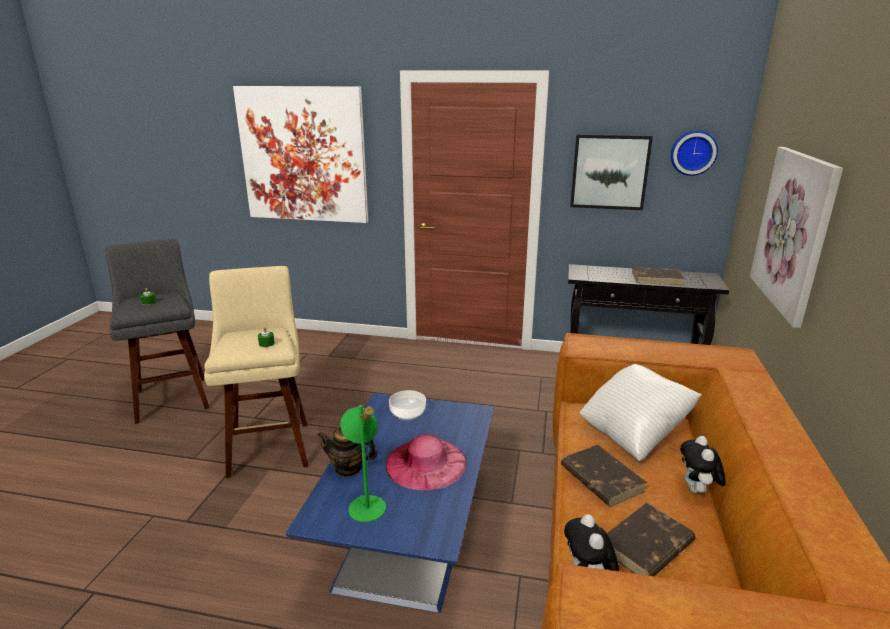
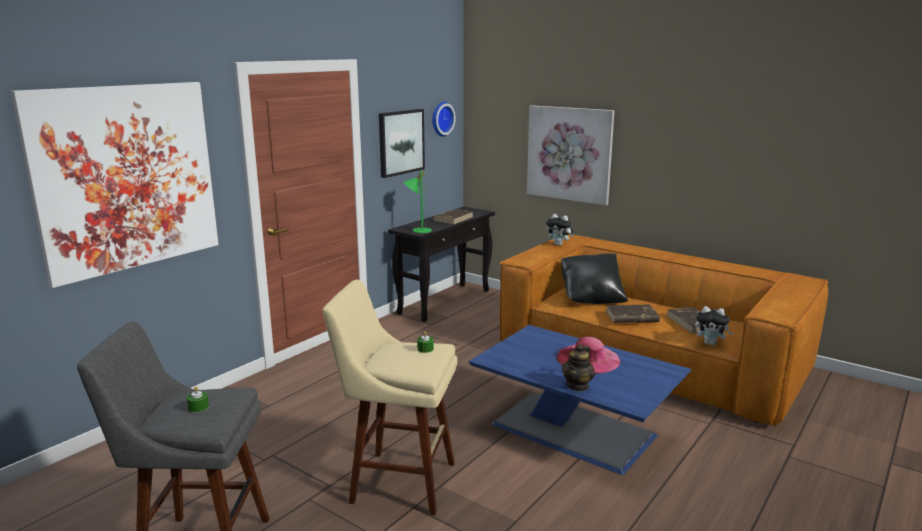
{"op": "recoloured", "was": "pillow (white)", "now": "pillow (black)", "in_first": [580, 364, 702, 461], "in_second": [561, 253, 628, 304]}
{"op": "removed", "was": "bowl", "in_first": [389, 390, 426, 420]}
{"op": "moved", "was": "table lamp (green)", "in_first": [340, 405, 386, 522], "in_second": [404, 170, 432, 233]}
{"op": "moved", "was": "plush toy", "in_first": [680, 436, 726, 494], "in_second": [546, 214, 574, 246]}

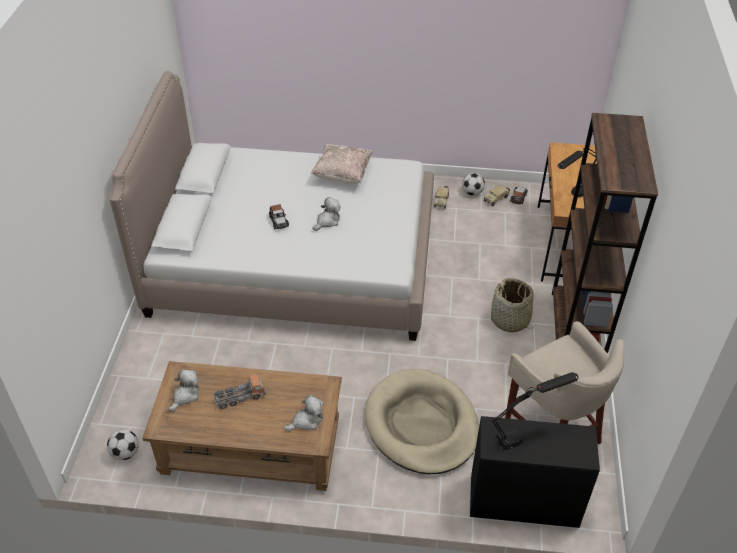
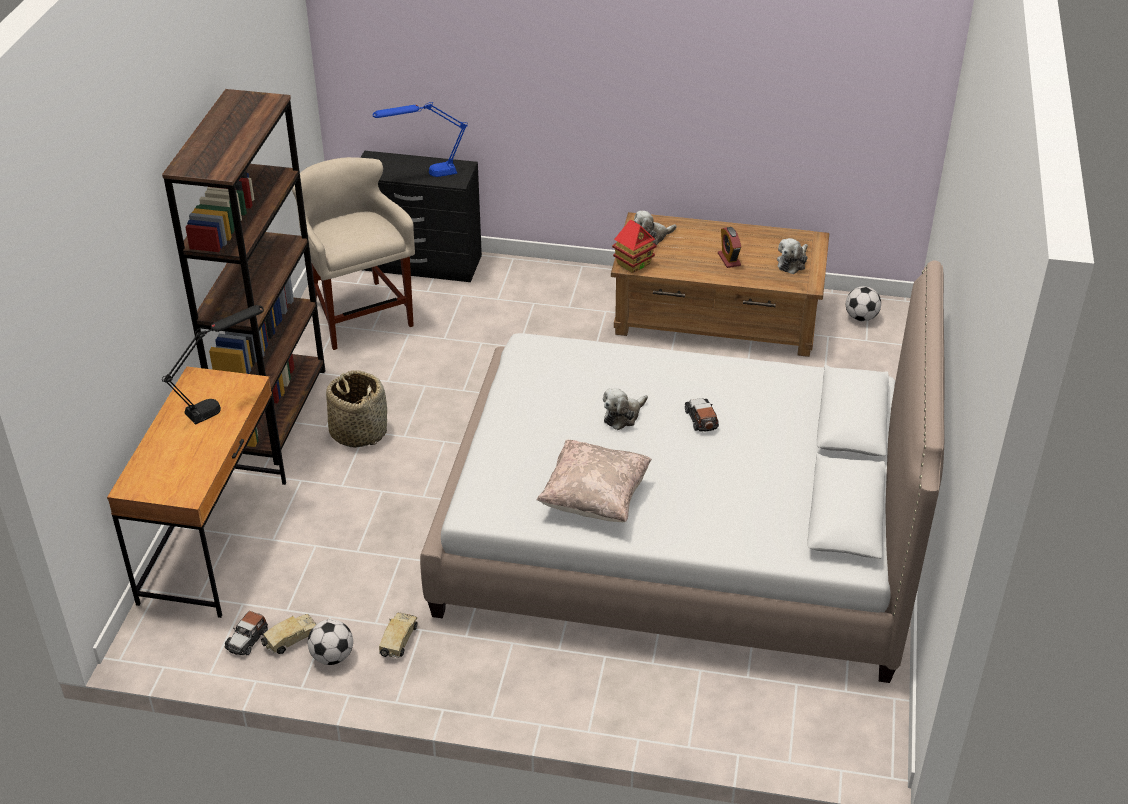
{"op": "removed", "was": "dog bed (beige)", "in_first": [365, 369, 479, 474]}
{"op": "recoloured", "was": "table lamp (black)", "now": "table lamp (blue)", "in_first": [491, 372, 579, 451], "in_second": [373, 102, 468, 177]}
{"op": "replaced", "was": "toy truck", "now": "alarm clock", "in_first": [213, 373, 266, 409], "in_second": [718, 227, 741, 268]}
{"op": "added", "now": "toy house", "in_second": [612, 219, 657, 273]}

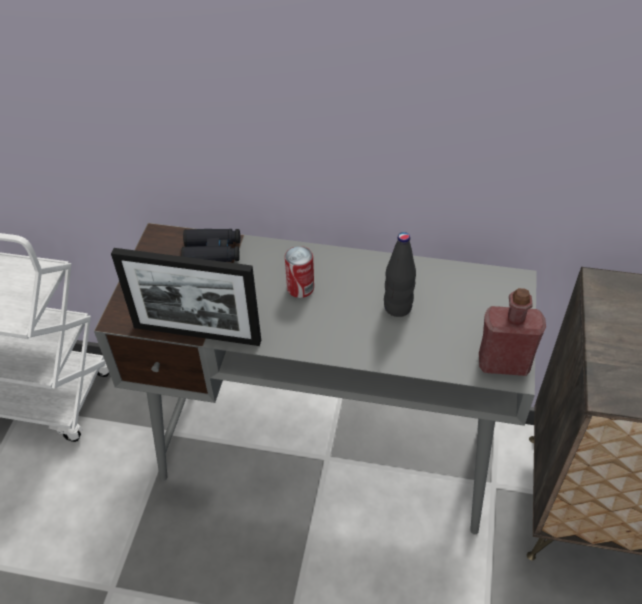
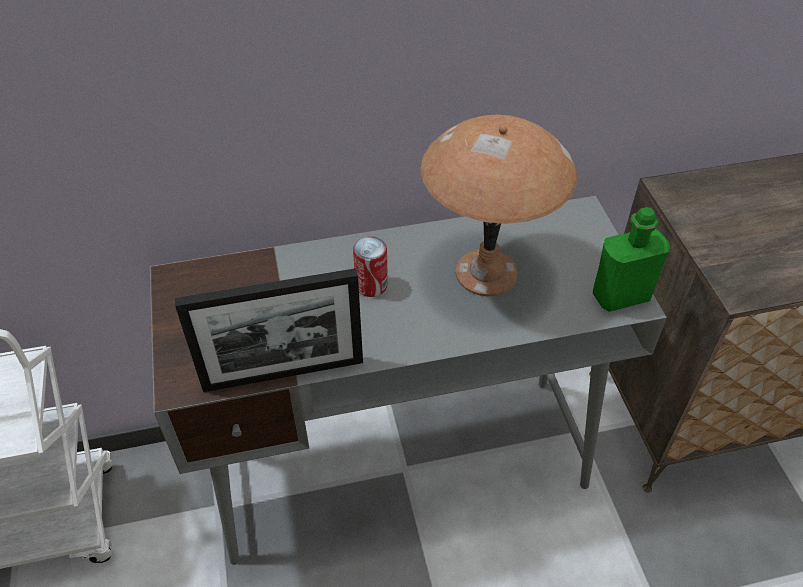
{"op": "removed", "was": "binoculars (black)", "in_first": [181, 229, 240, 262]}
{"op": "replaced", "was": "bottle (black)", "now": "table lamp (brown)", "in_first": [384, 232, 416, 317], "in_second": [420, 114, 577, 297]}
{"op": "recoloured", "was": "bottle (red)", "now": "bottle (green)", "in_first": [479, 288, 546, 376], "in_second": [593, 207, 670, 312]}

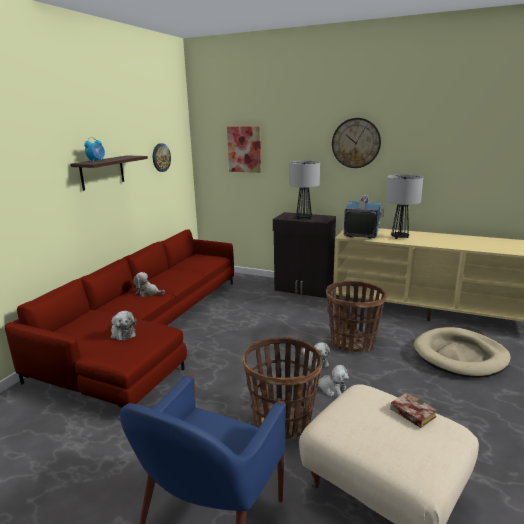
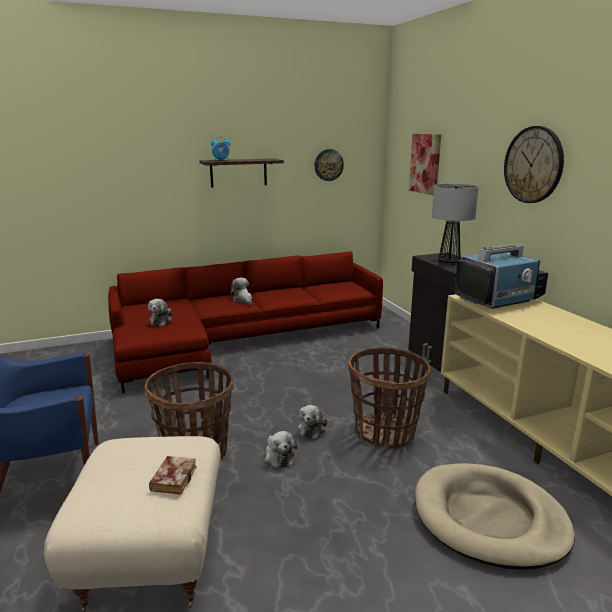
{"op": "removed", "was": "table lamp", "in_first": [386, 174, 423, 239]}

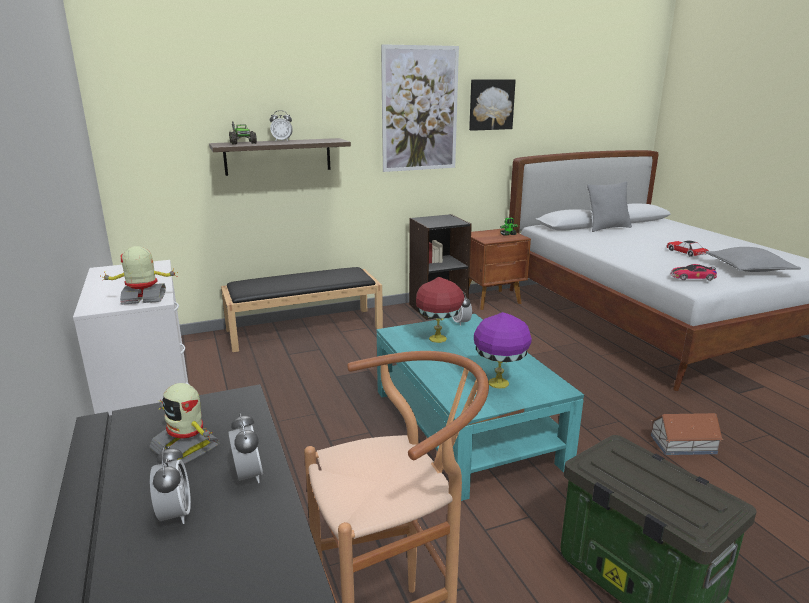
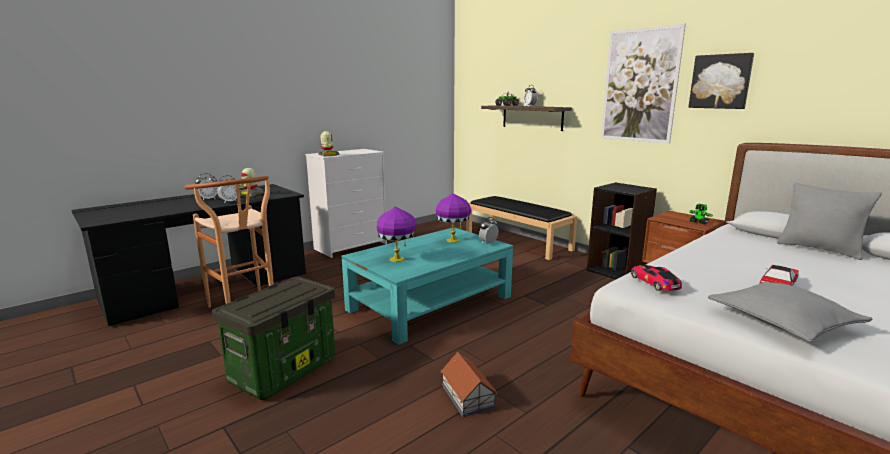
{"op": "recoloured", "was": "table lamp (red)", "now": "table lamp (purple)", "in_first": [416, 277, 464, 343], "in_second": [436, 193, 471, 243]}

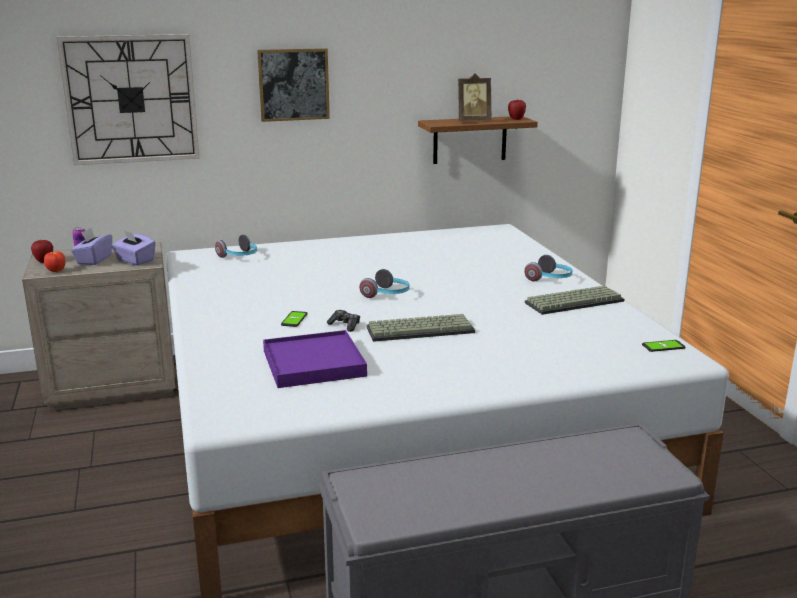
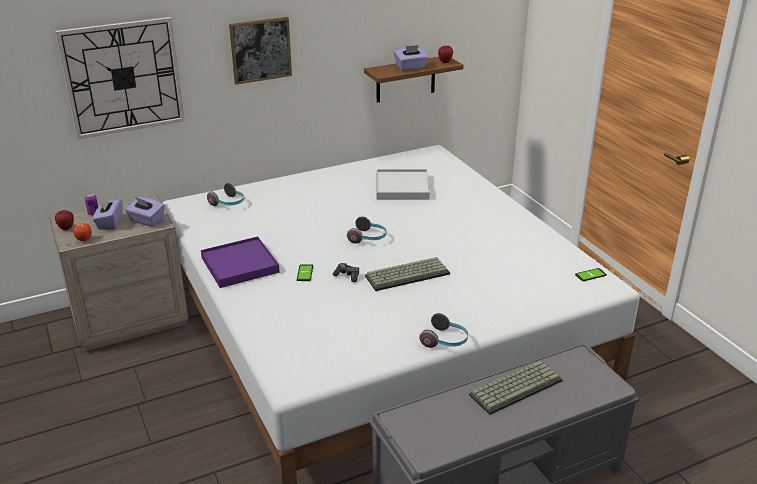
{"op": "replaced", "was": "picture frame", "now": "tissue box (purple)", "in_first": [458, 73, 491, 121], "in_second": [394, 45, 428, 71]}
{"op": "moved", "was": "headphones", "in_first": [524, 255, 573, 282], "in_second": [419, 313, 468, 348]}
{"op": "moved", "was": "keyboard", "in_first": [525, 286, 624, 315], "in_second": [469, 361, 562, 415]}
{"op": "moved", "was": "tray (purple)", "in_first": [263, 330, 367, 388], "in_second": [201, 236, 280, 288]}
{"op": "added", "now": "tray (white)", "in_second": [376, 169, 430, 200]}

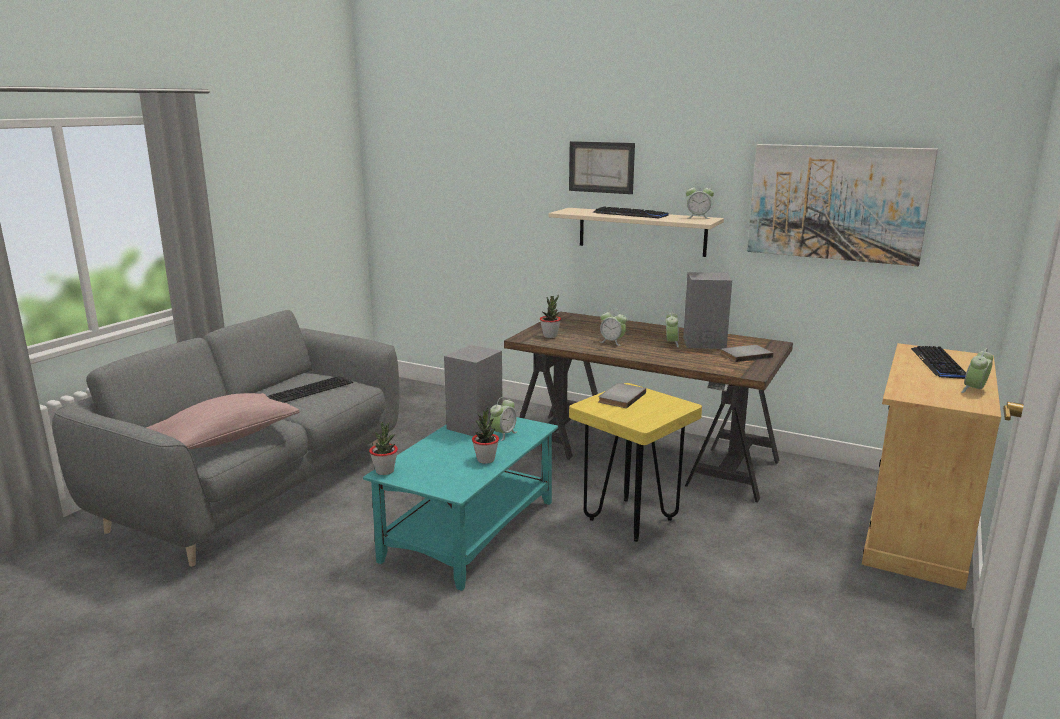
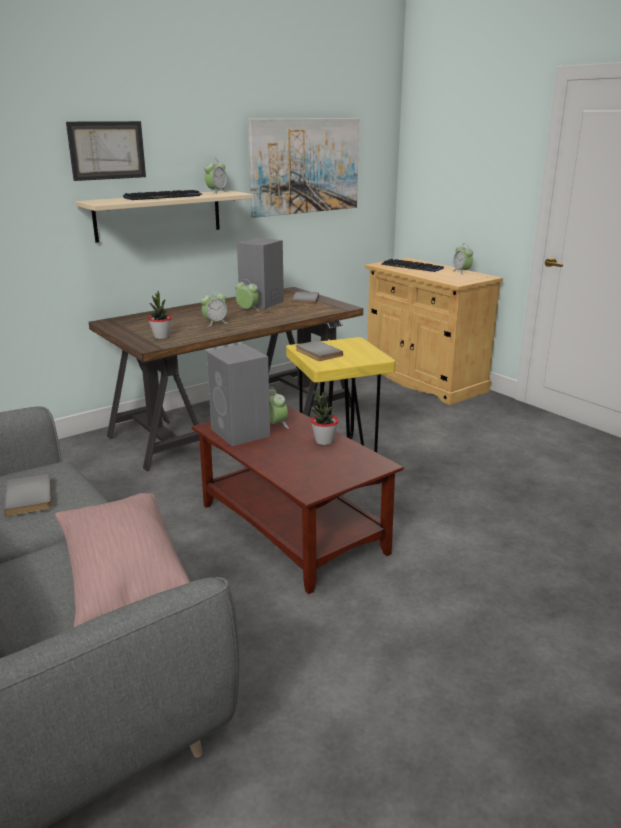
{"op": "replaced", "was": "keyboard", "now": "book (grey)", "in_first": [267, 376, 353, 403], "in_second": [4, 473, 52, 517]}
{"op": "recoloured", "was": "coffee table (turquoise)", "now": "coffee table (brown)", "in_first": [363, 417, 558, 591], "in_second": [192, 405, 404, 594]}
{"op": "removed", "was": "potted plant", "in_first": [369, 422, 398, 475]}

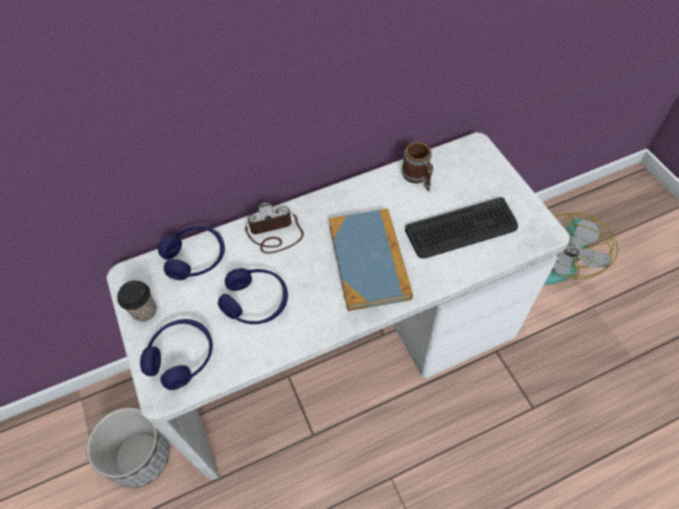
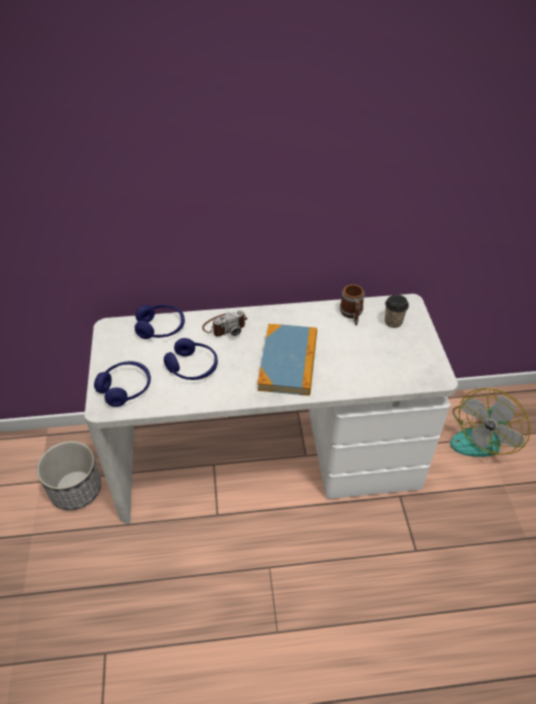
{"op": "removed", "was": "keyboard", "in_first": [405, 197, 518, 259]}
{"op": "turned", "was": "photo camera", "in_first": [245, 202, 304, 254], "in_second": [202, 310, 247, 337], "clockwise": 150}
{"op": "moved", "was": "cup", "in_first": [117, 280, 156, 322], "in_second": [385, 295, 409, 328]}

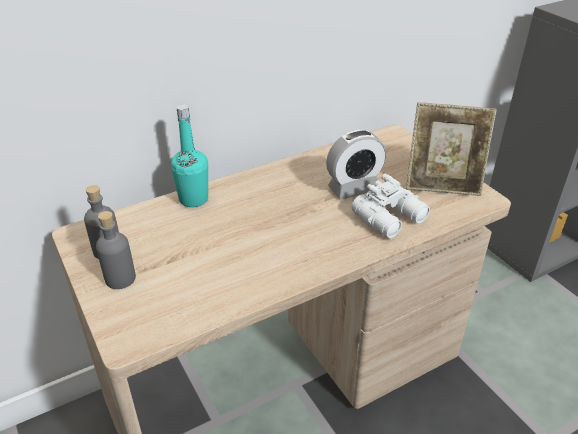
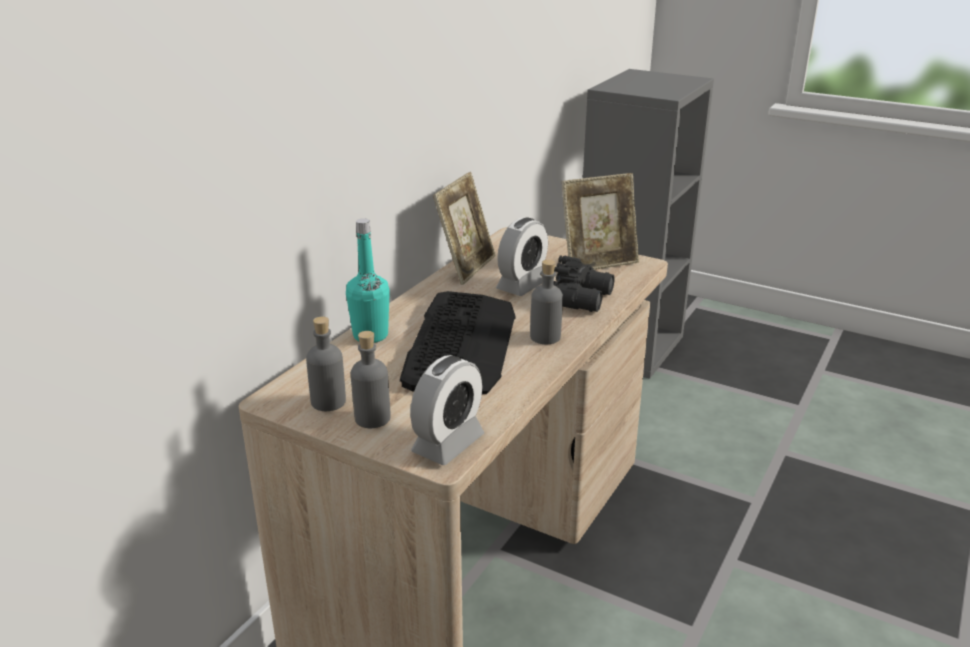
{"op": "recoloured", "was": "binoculars (white)", "now": "binoculars (black)", "in_first": [351, 173, 430, 238], "in_second": [554, 255, 615, 312]}
{"op": "added", "now": "picture frame", "in_second": [433, 172, 496, 285]}
{"op": "added", "now": "bottle (grey)", "in_second": [530, 260, 563, 344]}
{"op": "added", "now": "keyboard", "in_second": [400, 291, 516, 394]}
{"op": "added", "now": "alarm clock", "in_second": [410, 355, 484, 465]}

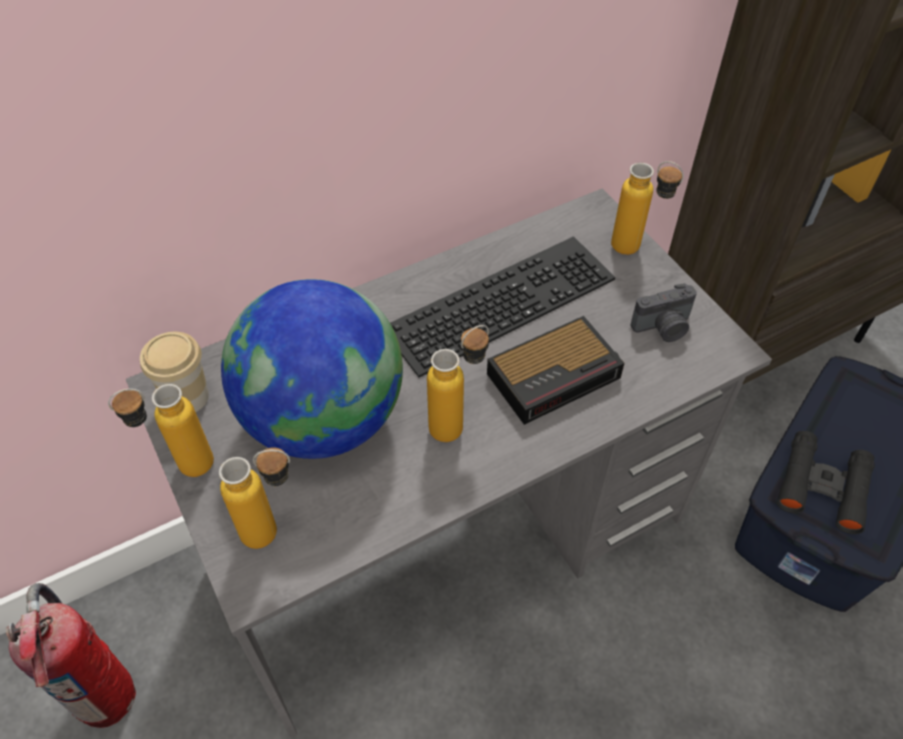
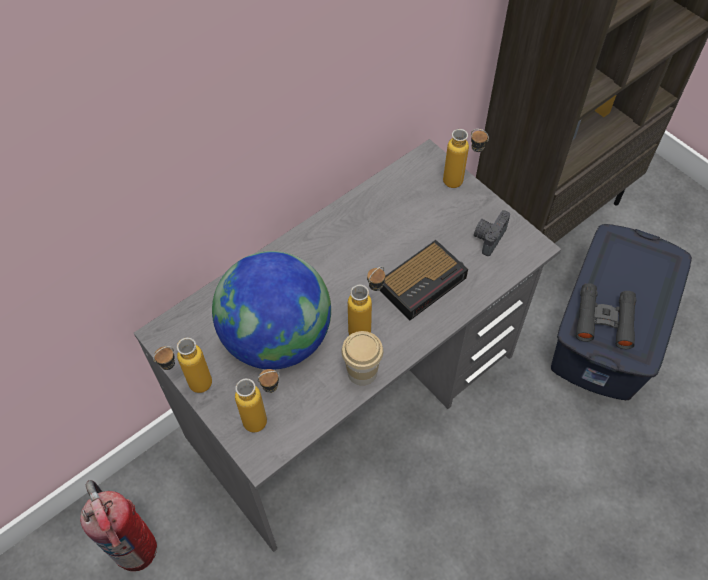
{"op": "removed", "was": "keyboard", "in_first": [390, 236, 615, 378]}
{"op": "turned", "was": "photo camera", "in_first": [630, 283, 697, 342], "in_second": [474, 210, 510, 256], "clockwise": 150}
{"op": "moved", "was": "cup", "in_first": [140, 332, 209, 412], "in_second": [342, 331, 383, 386]}

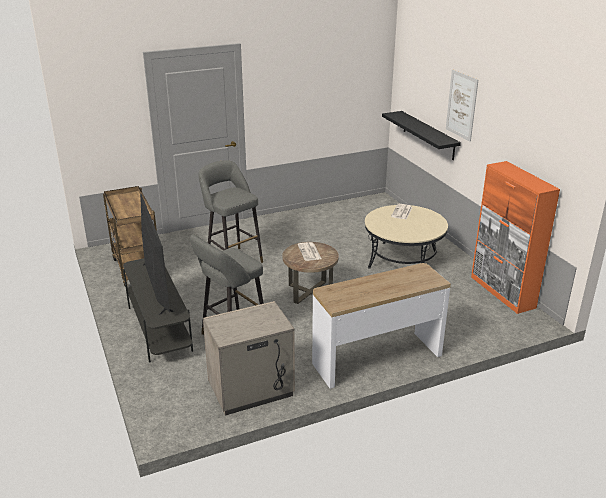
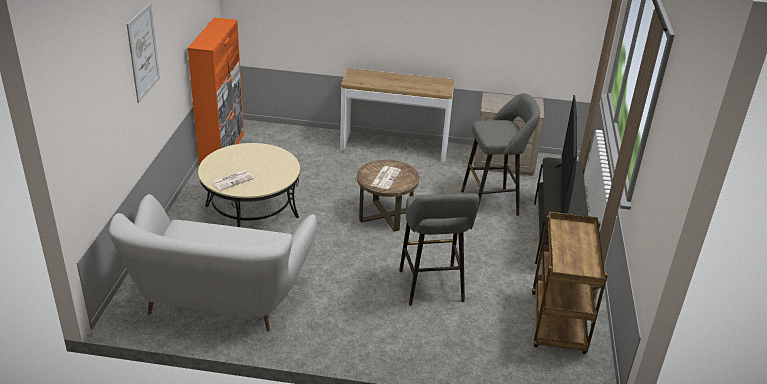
{"op": "removed", "was": "shelf (black)", "in_first": [382, 111, 461, 160]}
{"op": "added", "now": "sofa (white)", "in_second": [109, 194, 317, 331]}

